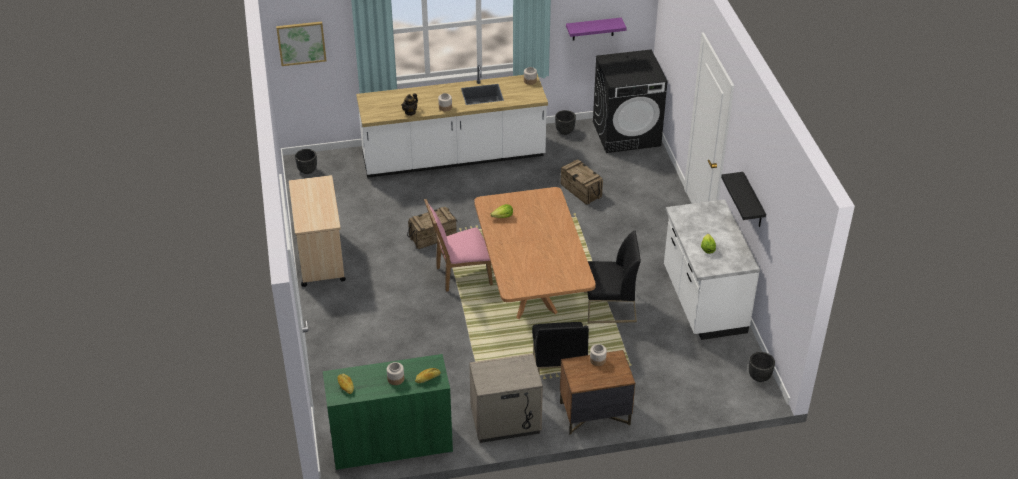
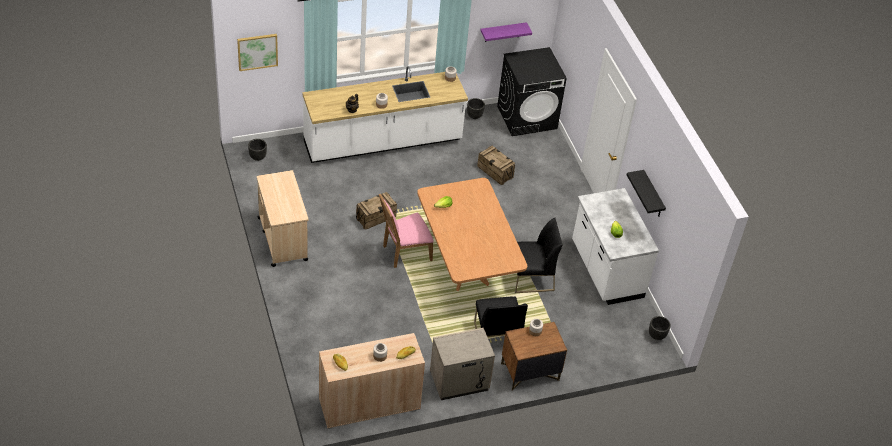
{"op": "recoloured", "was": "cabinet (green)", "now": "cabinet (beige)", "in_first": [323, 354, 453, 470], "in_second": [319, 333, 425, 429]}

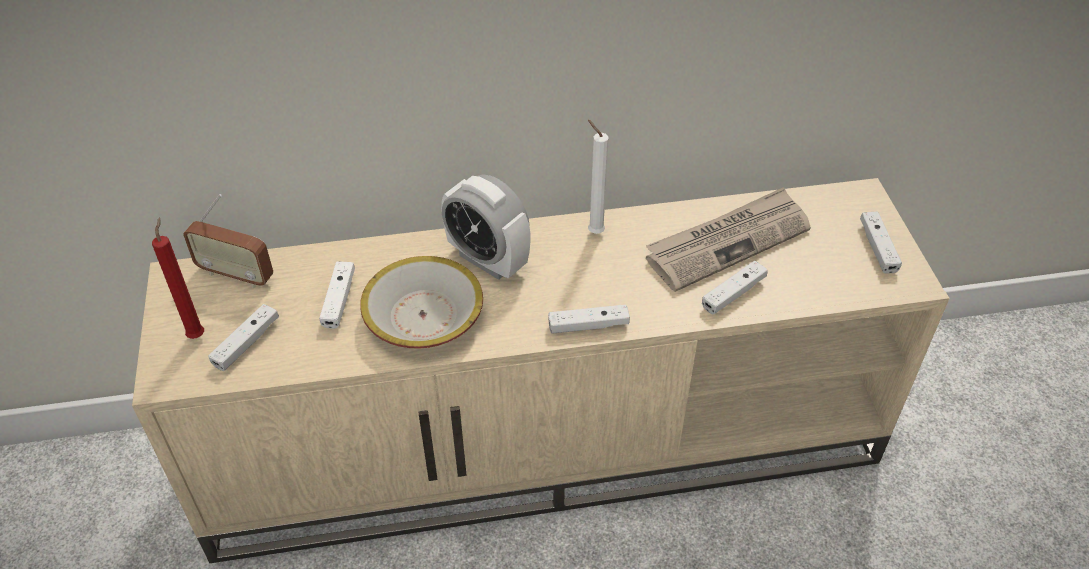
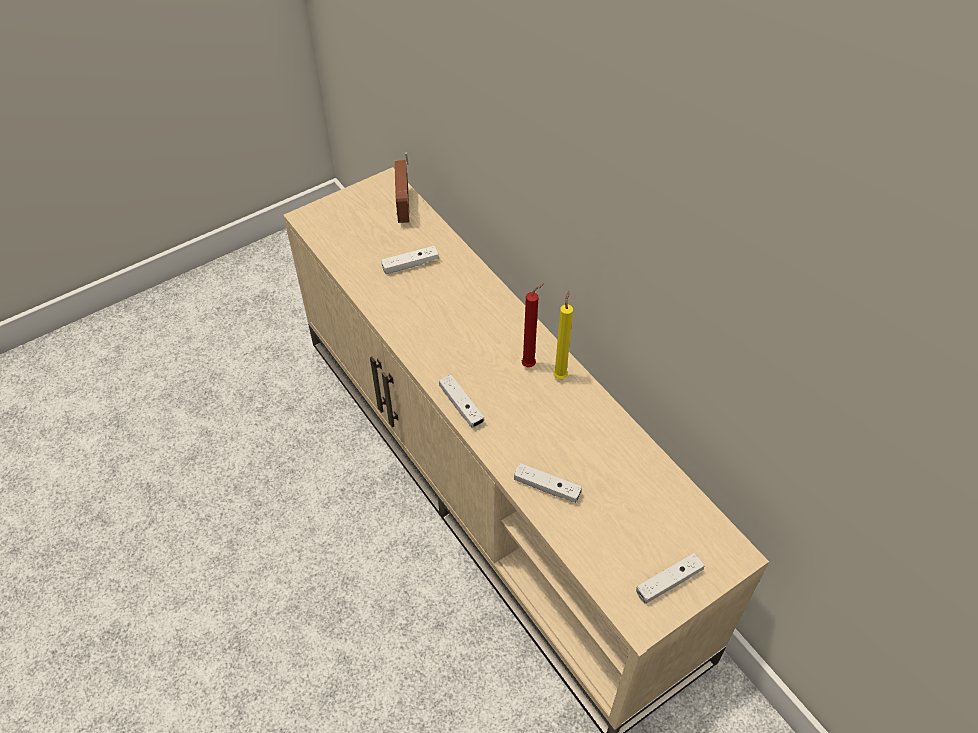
{"op": "recoloured", "was": "candle (white)", "now": "candle (yellow)", "in_first": [588, 120, 609, 234], "in_second": [553, 291, 573, 379]}
{"op": "removed", "was": "alarm clock", "in_first": [441, 174, 531, 280]}
{"op": "removed", "was": "newspaper", "in_first": [646, 187, 811, 292]}
{"op": "moved", "was": "candle (red)", "in_first": [152, 217, 204, 339], "in_second": [522, 283, 544, 367]}
{"op": "removed", "was": "bowl", "in_first": [360, 256, 483, 349]}
{"op": "removed", "was": "game controller (white)", "in_first": [208, 304, 279, 371]}

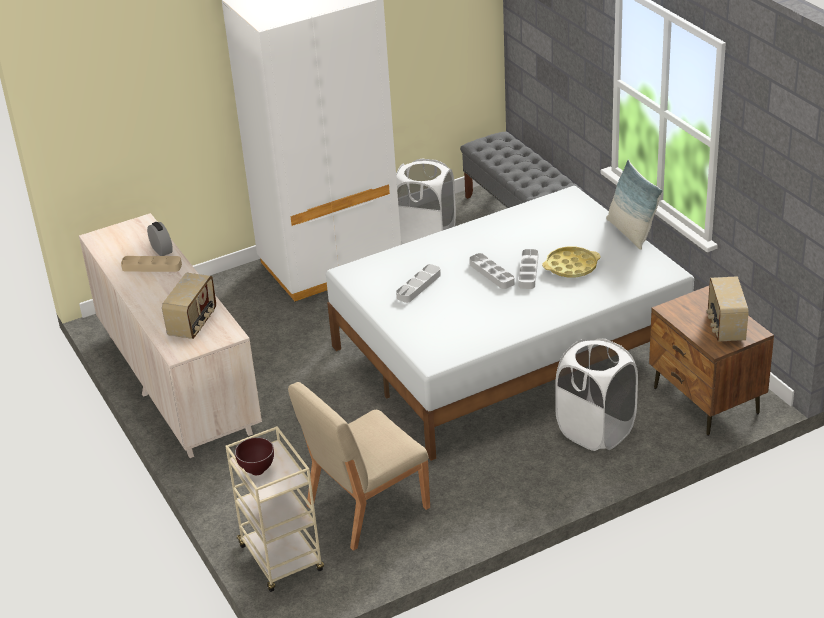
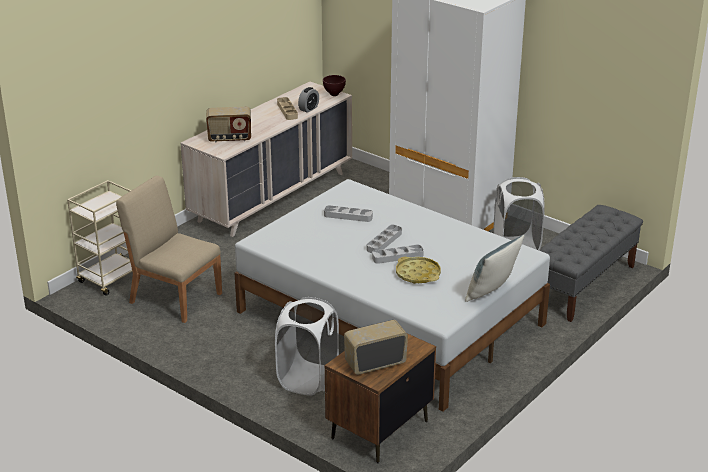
{"op": "moved", "was": "bowl (brown)", "in_first": [235, 437, 274, 475], "in_second": [323, 75, 346, 96]}

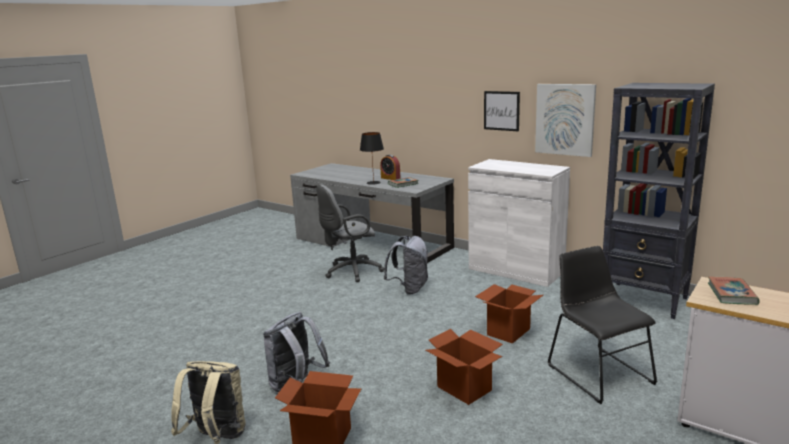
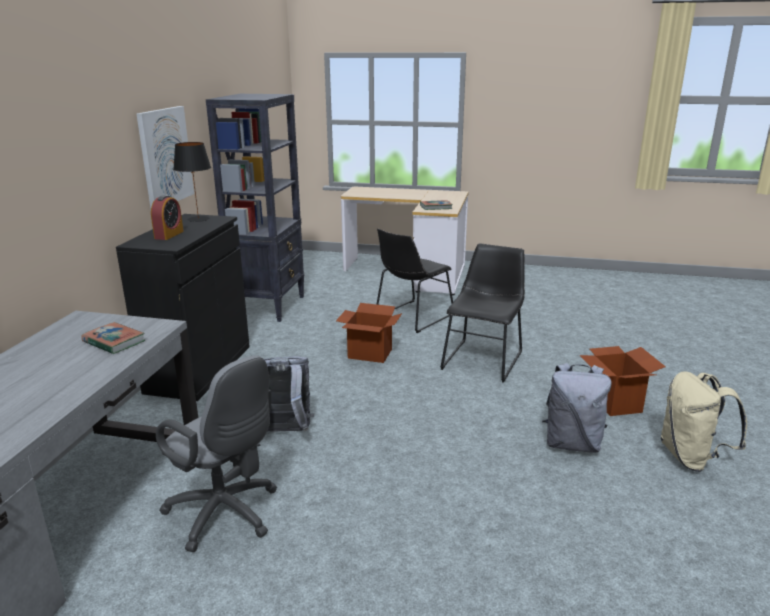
{"op": "removed", "was": "picture", "in_first": [484, 91, 520, 131]}
{"op": "moved", "was": "table lamp (black)", "in_first": [360, 132, 384, 185], "in_second": [173, 142, 211, 222]}
{"op": "moved", "was": "alarm clock", "in_first": [380, 154, 401, 180], "in_second": [151, 195, 184, 240]}
{"op": "recoloured", "was": "cabinet (white)", "now": "cabinet (black)", "in_first": [468, 159, 570, 287], "in_second": [116, 214, 250, 401]}
{"op": "replaced", "was": "cardboard box", "now": "chair (black)", "in_first": [425, 329, 503, 405], "in_second": [440, 243, 525, 383]}

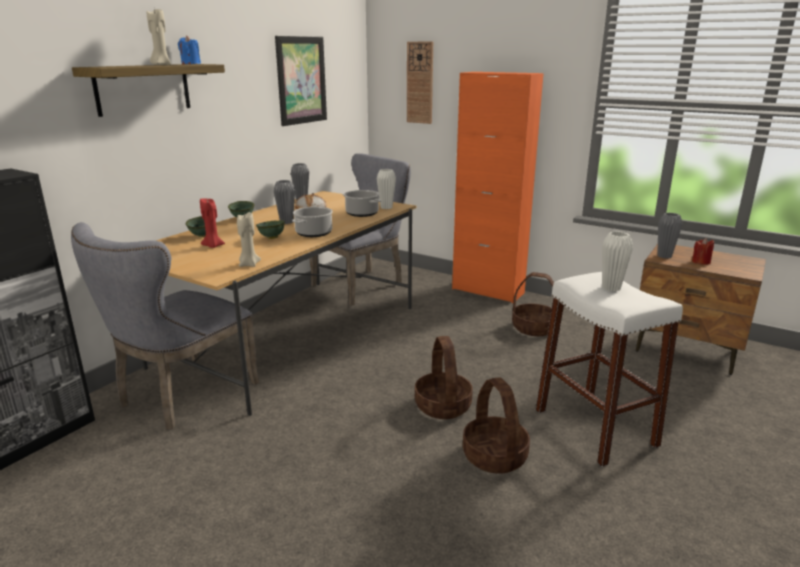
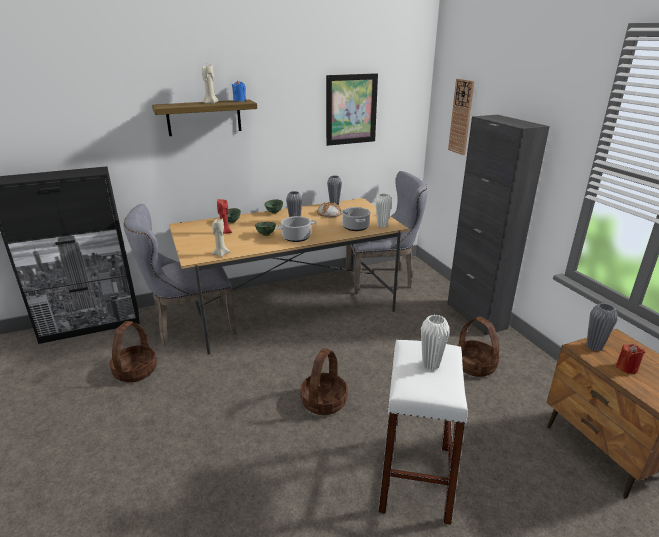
{"op": "recoloured", "was": "cabinet (orange)", "now": "cabinet (black)", "in_first": [452, 72, 544, 303], "in_second": [447, 115, 550, 335]}
{"op": "moved", "was": "basket", "in_first": [463, 377, 530, 474], "in_second": [109, 321, 157, 382]}

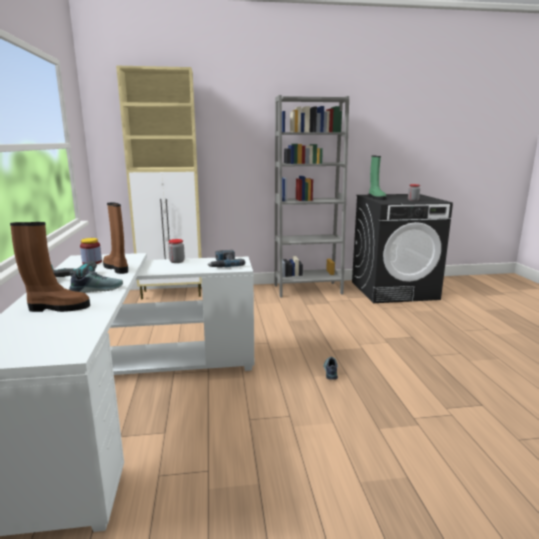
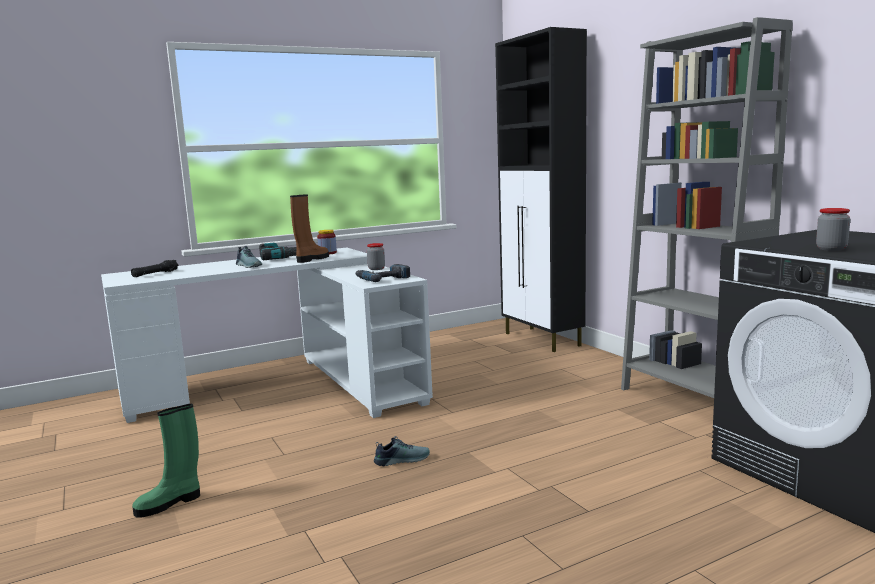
{"op": "recoloured", "was": "cabinet (beige)", "now": "cabinet (black)", "in_first": [116, 66, 202, 299], "in_second": [495, 27, 587, 352]}
{"op": "moved", "was": "boot (green)", "in_first": [369, 156, 387, 200], "in_second": [132, 404, 200, 518]}
{"op": "removed", "was": "boot (brown)", "in_first": [10, 222, 90, 312]}
{"op": "added", "now": "flashlight (black)", "in_second": [131, 260, 178, 277]}

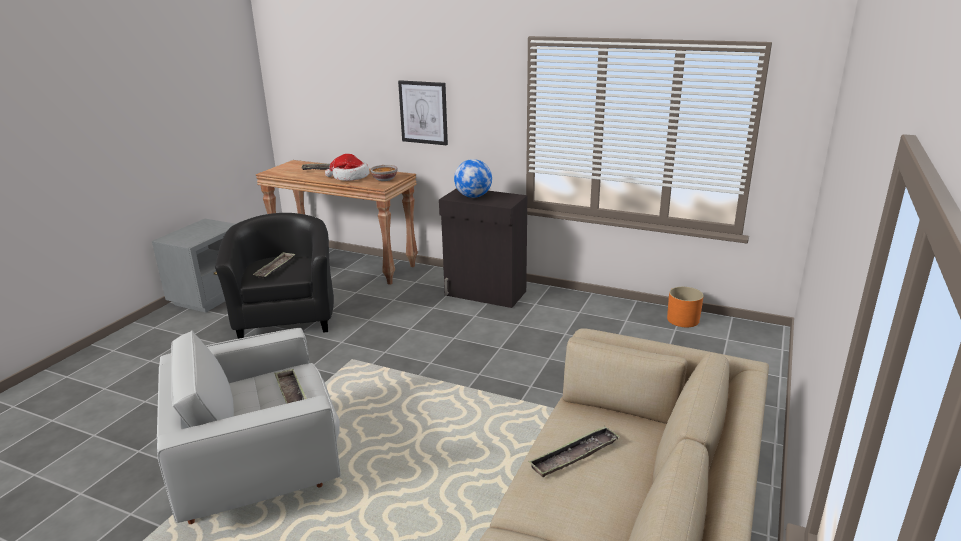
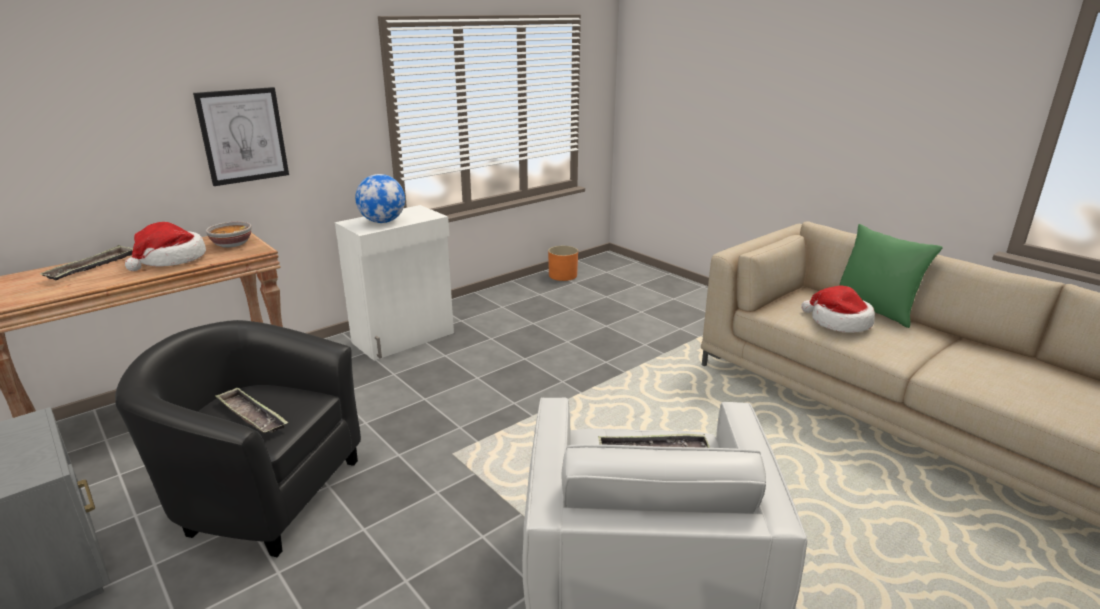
{"op": "recoloured", "was": "cabinet (black)", "now": "cabinet (white)", "in_first": [439, 188, 527, 308], "in_second": [335, 205, 454, 361]}
{"op": "replaced", "was": "tray", "now": "hat", "in_first": [528, 426, 620, 477], "in_second": [801, 285, 875, 333]}
{"op": "added", "now": "pillow (green)", "in_second": [840, 224, 943, 328]}

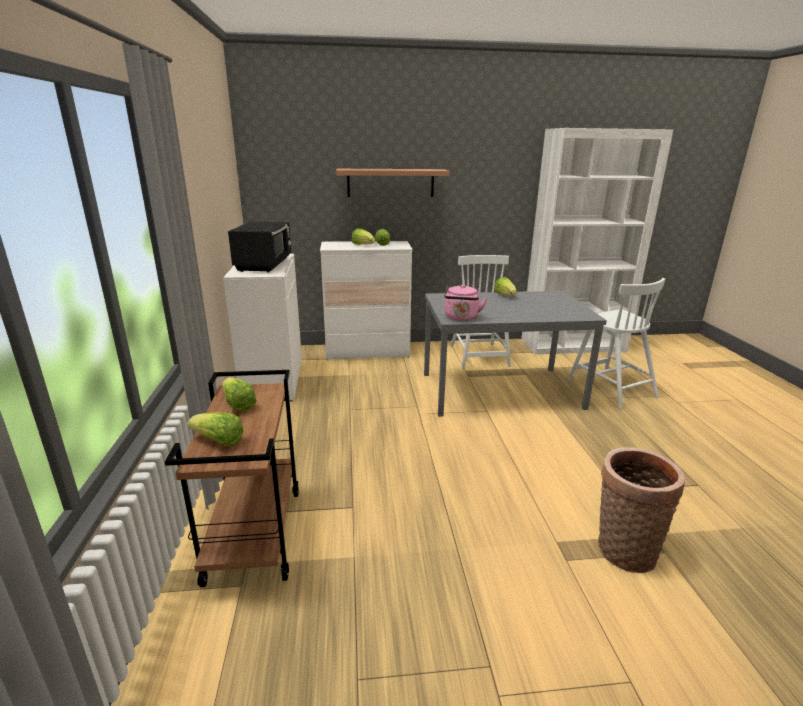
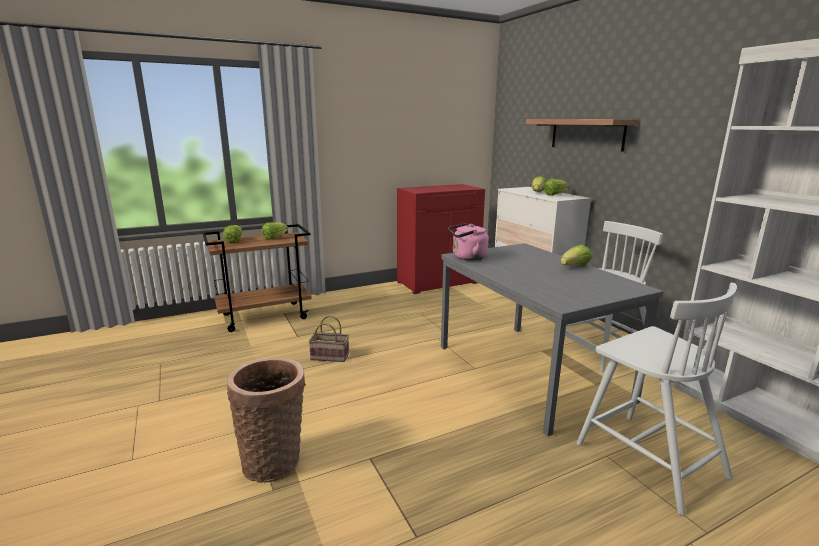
{"op": "removed", "was": "microwave (black)", "in_first": [228, 221, 291, 272]}
{"op": "recoloured", "was": "cabinet (white)", "now": "cabinet (red)", "in_first": [223, 253, 302, 402], "in_second": [397, 184, 485, 294]}
{"op": "turned", "was": "chair (white)", "in_first": [568, 278, 665, 409], "in_second": [577, 282, 737, 515], "clockwise": -75}
{"op": "added", "now": "basket", "in_second": [309, 316, 349, 362]}

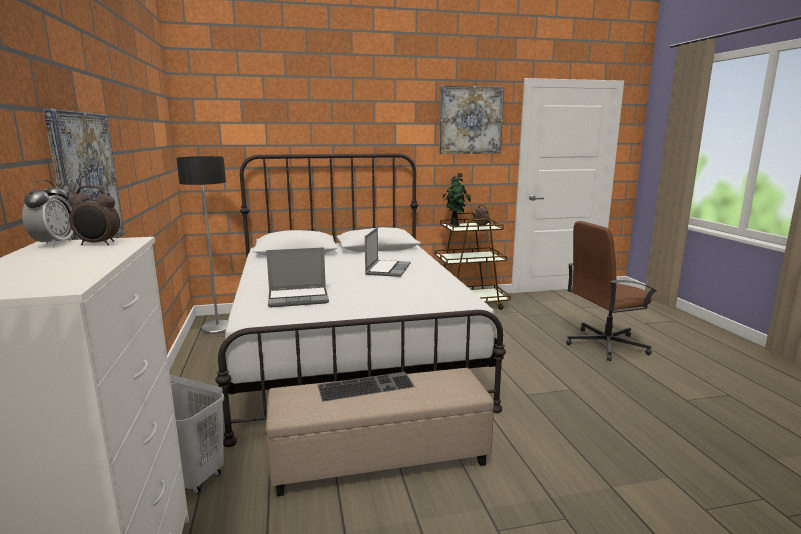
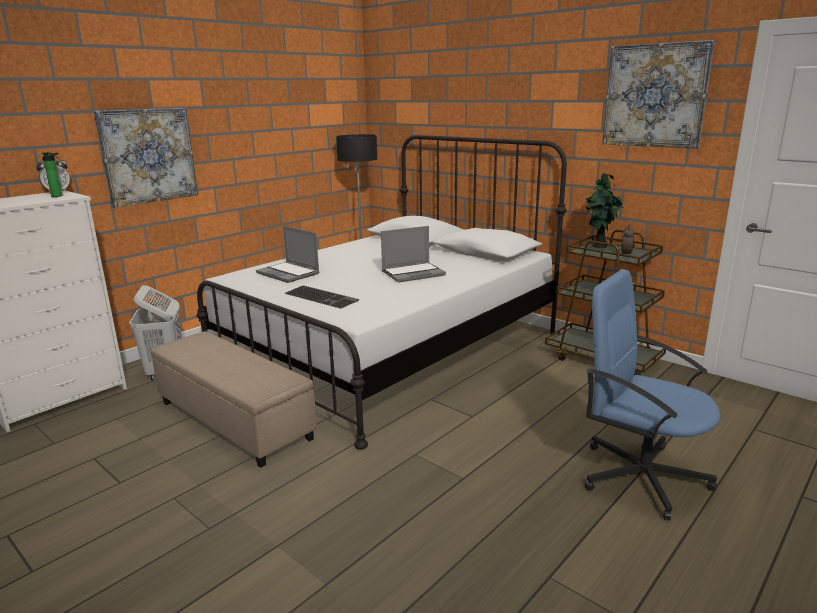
{"op": "replaced", "was": "alarm clock", "now": "bottle", "in_first": [69, 185, 120, 245], "in_second": [42, 152, 63, 197]}
{"op": "recoloured", "was": "office chair (brown)", "now": "office chair (blue)", "in_first": [566, 221, 657, 361], "in_second": [585, 269, 721, 520]}
{"op": "moved", "was": "keyboard", "in_first": [317, 372, 415, 402], "in_second": [284, 285, 359, 309]}

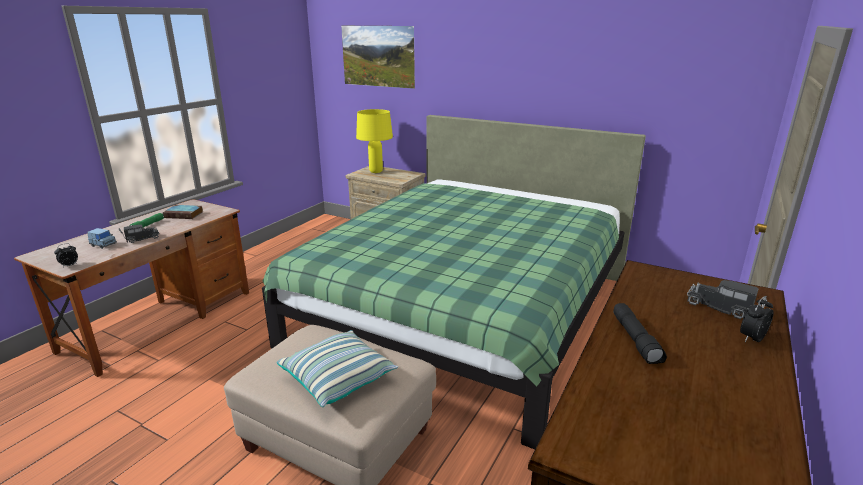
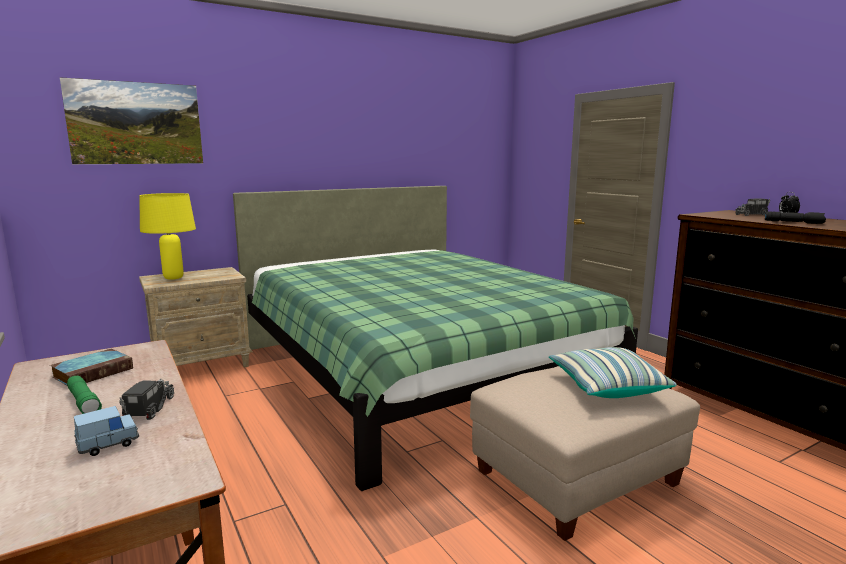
{"op": "removed", "was": "alarm clock", "in_first": [54, 244, 78, 268]}

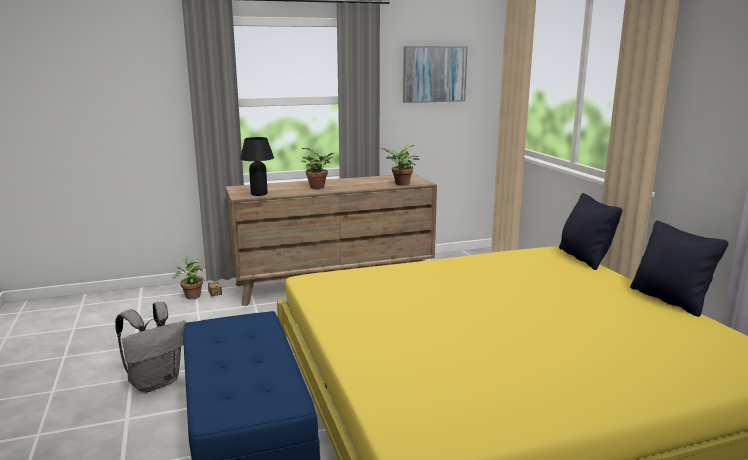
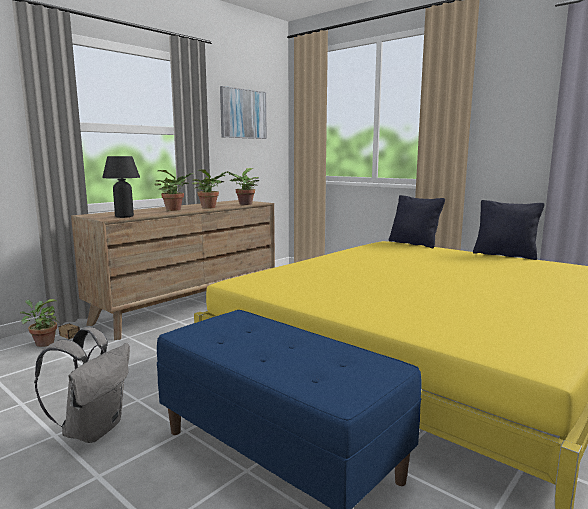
{"op": "added", "now": "potted plant", "in_second": [192, 169, 228, 209]}

